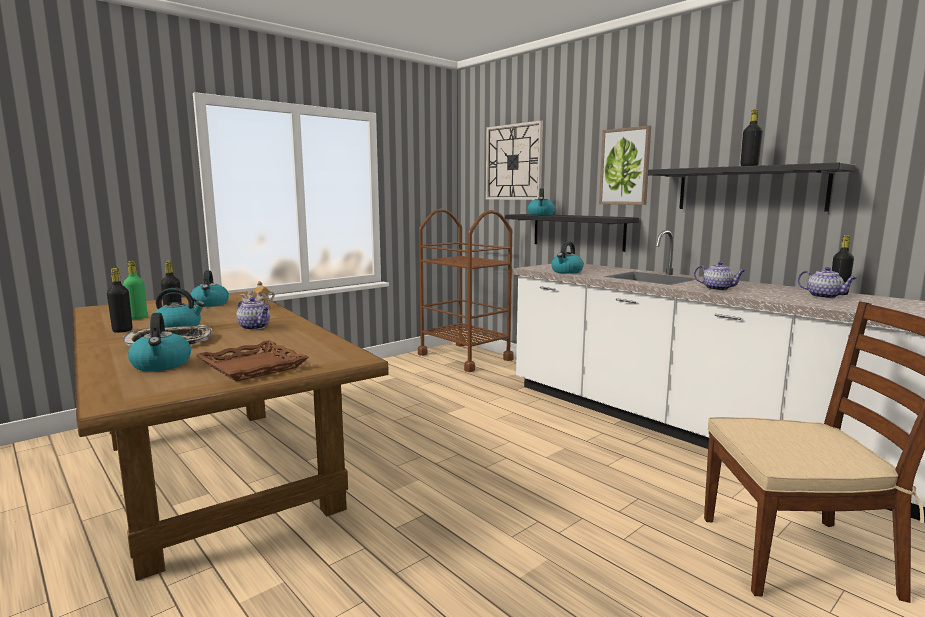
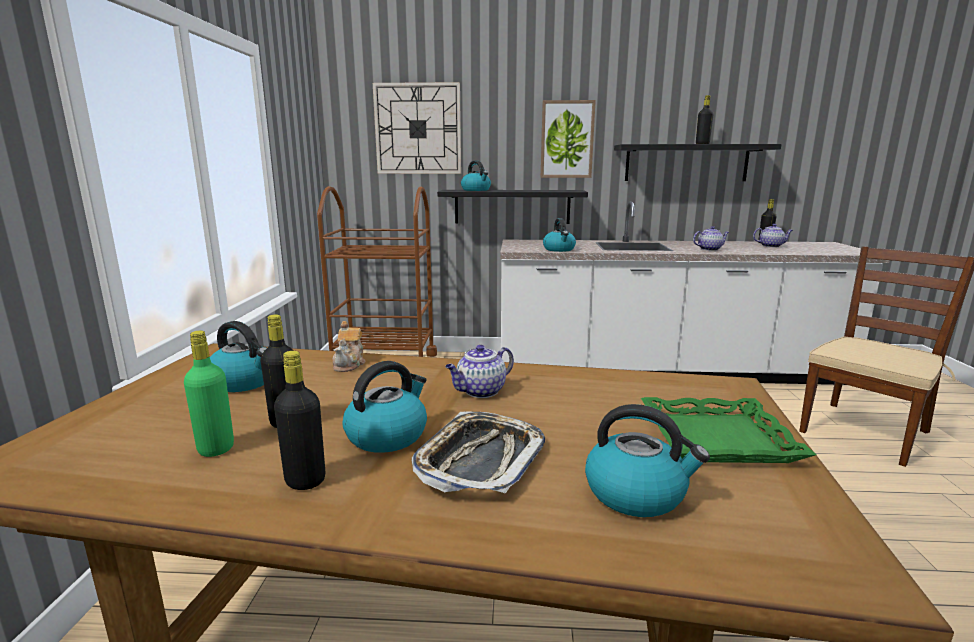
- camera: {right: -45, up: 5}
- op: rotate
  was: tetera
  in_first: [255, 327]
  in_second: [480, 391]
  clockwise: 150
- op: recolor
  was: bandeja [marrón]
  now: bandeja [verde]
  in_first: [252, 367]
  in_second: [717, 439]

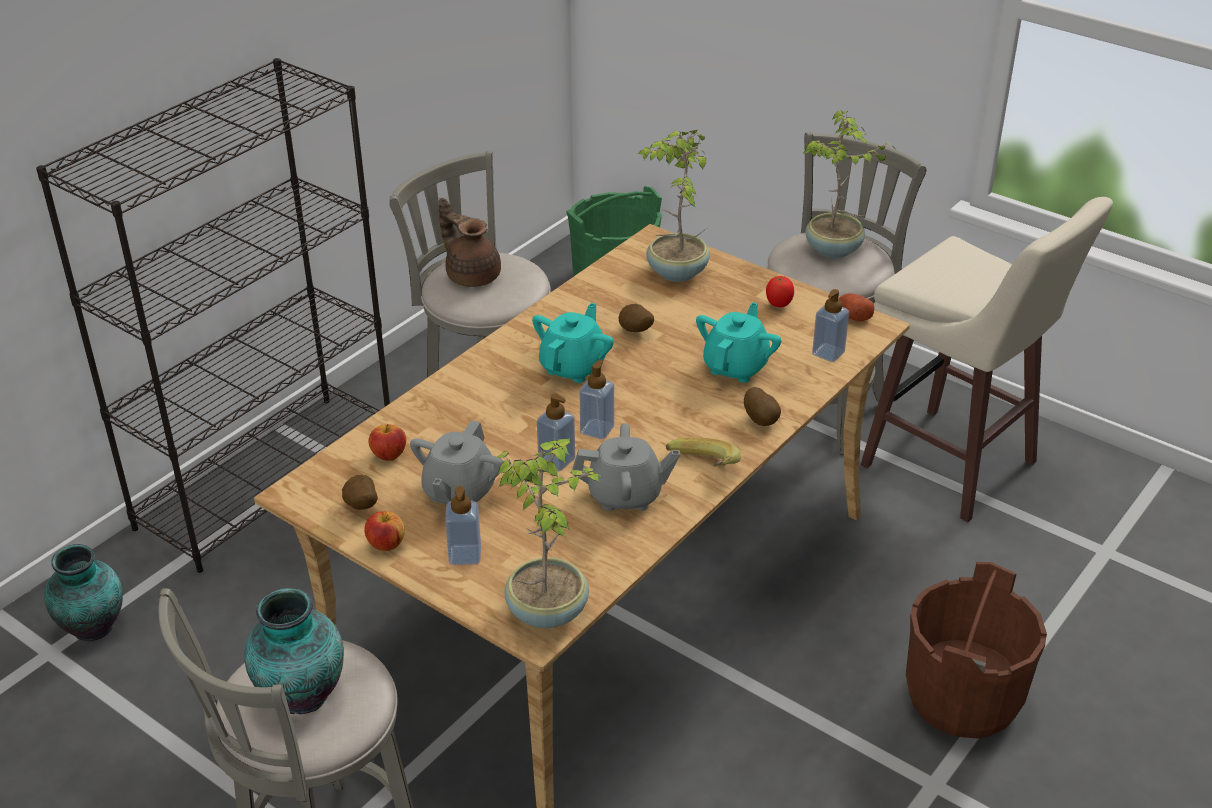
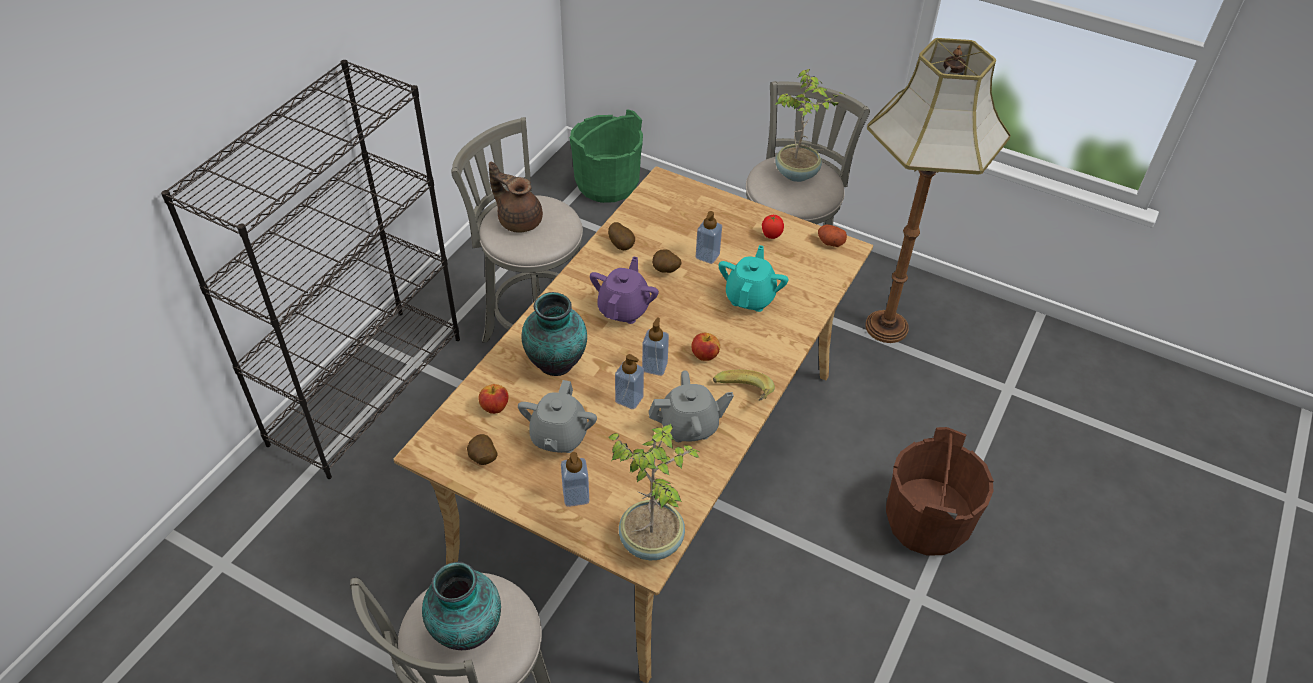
- camera: {right: -10, up: 10}
- op: delete
  was: planta en maceta
  in_first: [675, 273]
- op: replace
  was: taburete [beis]
  now: lámpara de pie
  in_first: [952, 467]
  in_second: [888, 328]
- op: move
  was: dispensador de jabón
  in_first: [828, 353]
  in_second: [707, 256]
- op: recolor
  was: tetera [turquesa]
  now: tetera [morado]
  in_first: [573, 367]
  in_second: [624, 309]
- op: move
  was: patata
  in_first: [762, 420]
  in_second: [622, 245]
- op: move
  was: manzana
  in_first: [386, 544]
  in_second: [704, 355]
- op: move
  was: florero
  in_first: [94, 628]
  in_second: [557, 364]

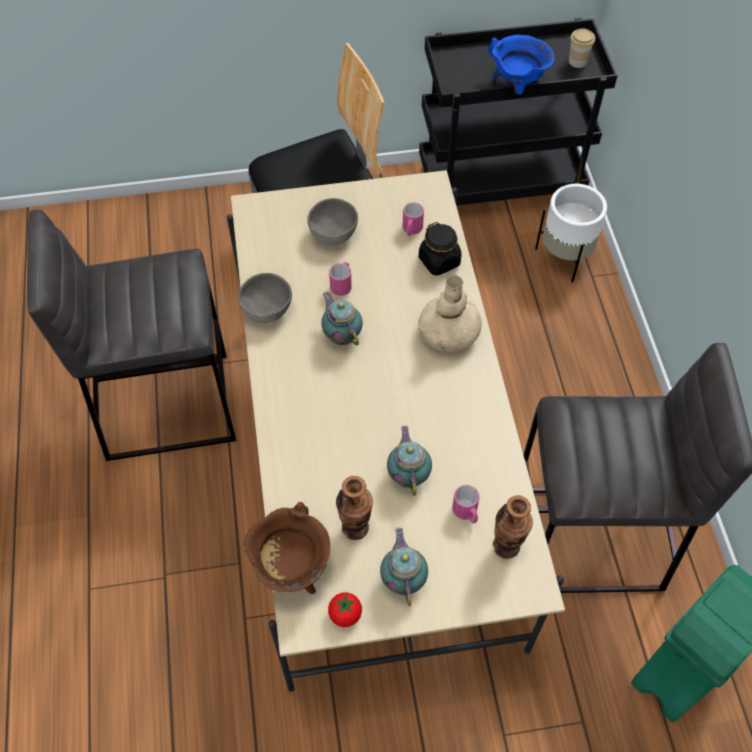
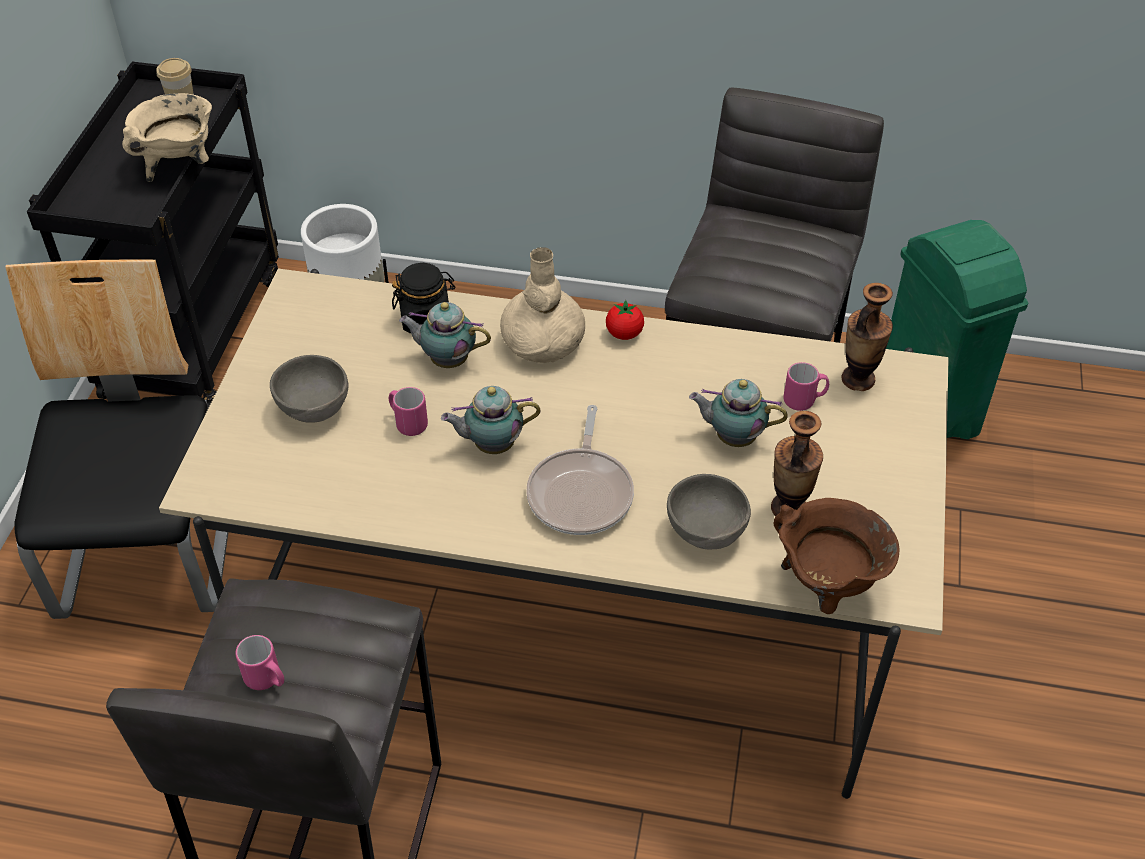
- camera: {right: -70, up: -10}
- op: recolor
  was: olla [azul]
  now: olla [beis]
  in_first: [517, 86]
  in_second: [180, 166]
- op: move
  was: taza grande [rosa]
  in_first: [411, 230]
  in_second: [267, 680]
- op: move
  was: cuenco [gris]
  in_first: [266, 310]
  in_second: [705, 533]
- op: move
  was: tetera
  in_first: [403, 578]
  in_second: [447, 360]
- op: move
  was: tomate
  in_first: [345, 614]
  in_second: [624, 334]
- op: insert
  now: sartén
  in_second: [581, 492]

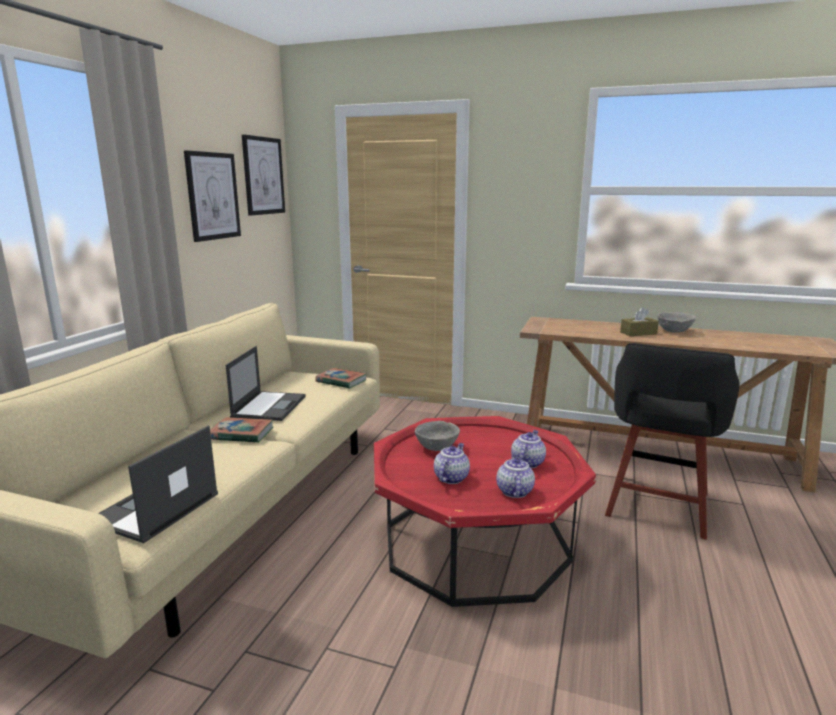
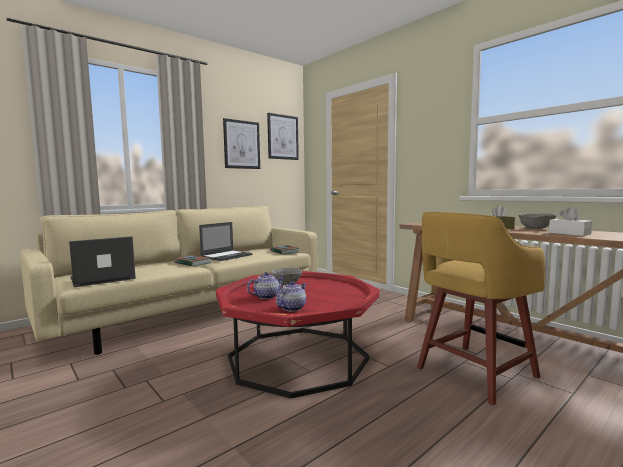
- camera: {right: 30, up: -10}
- op: recolor
  was: taburete [negro]
  now: taburete [amarillo]
  in_first: [656, 506]
  in_second: [473, 373]
- op: delete
  was: tetera
  in_first: [527, 462]
- op: insert
  now: caja de pañuelos [blanco]
  in_second: [569, 233]

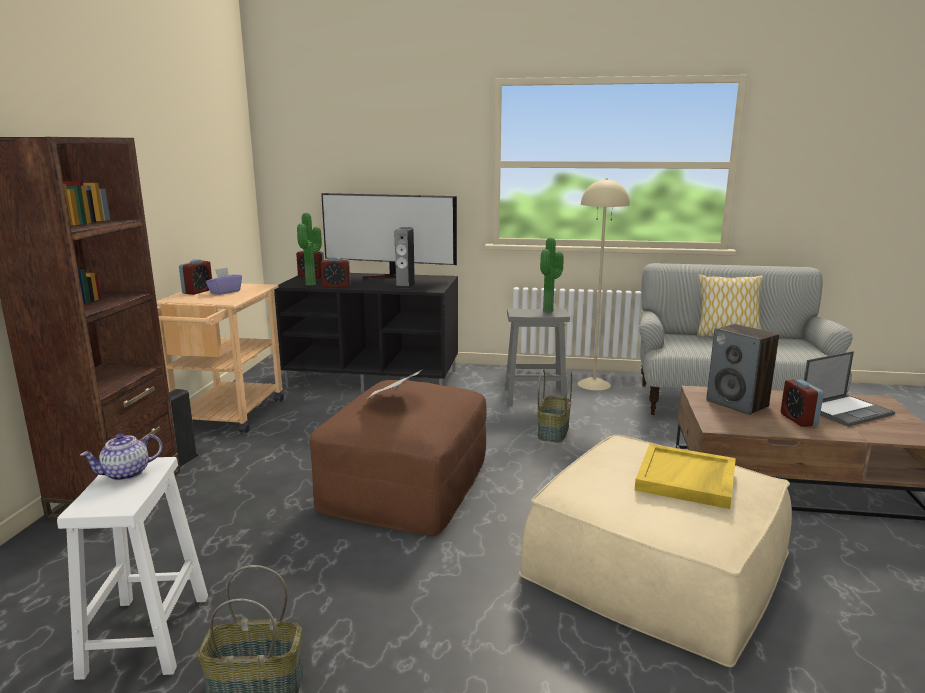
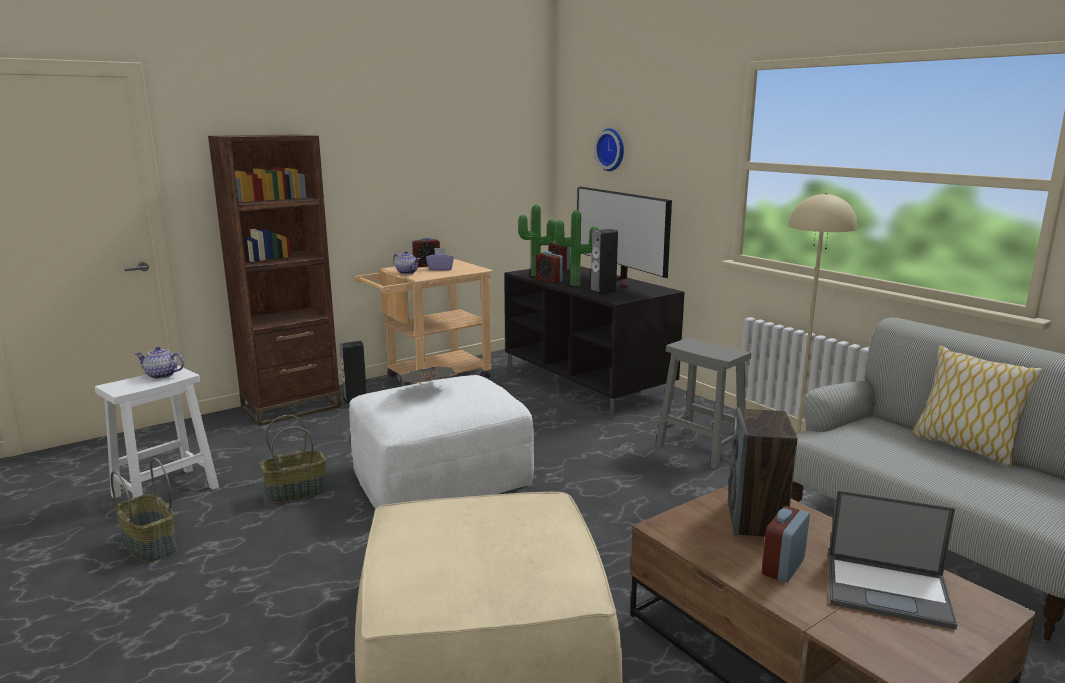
- camera: {right: 45, up: 0}
- op: move
  was: planta en maceta
  in_first: [550, 311]
  in_second: [576, 285]
- op: move
  was: cesta
  in_first: [552, 432]
  in_second: [296, 492]
- op: recolor
  was: puf [marrón]
  now: puf [blanco]
  in_first: [405, 484]
  in_second: [441, 475]
- op: delete
  was: bandeja [amarillo]
  in_first: [686, 479]
- op: insert
  now: reloj de pared
  in_second: [612, 149]
- op: insert
  now: tetera
  in_second: [407, 272]

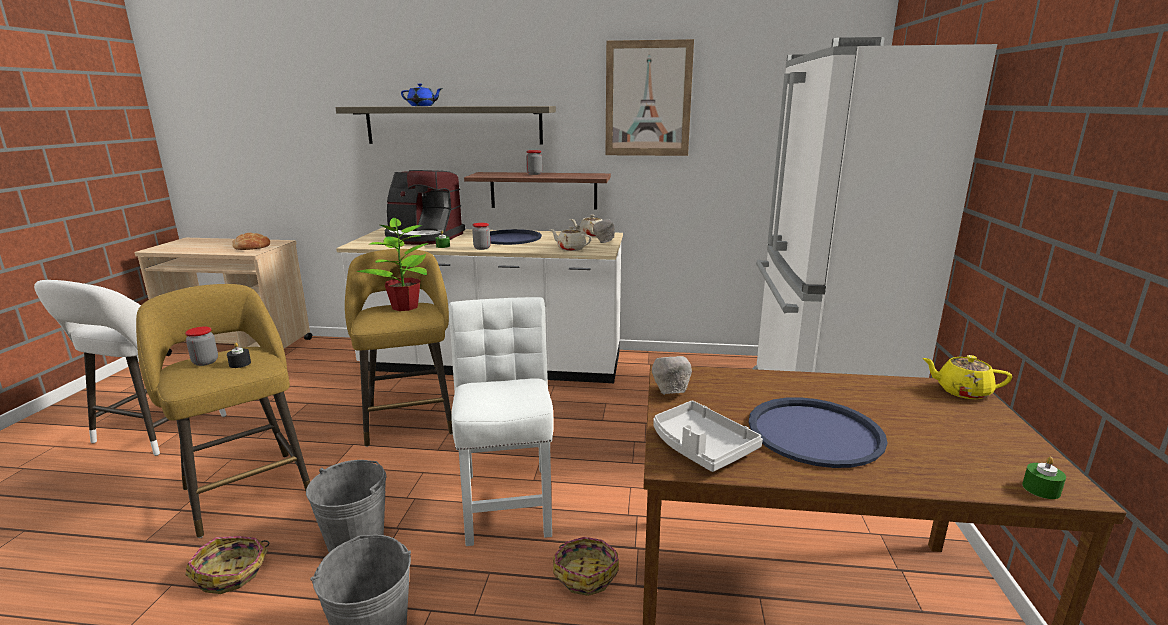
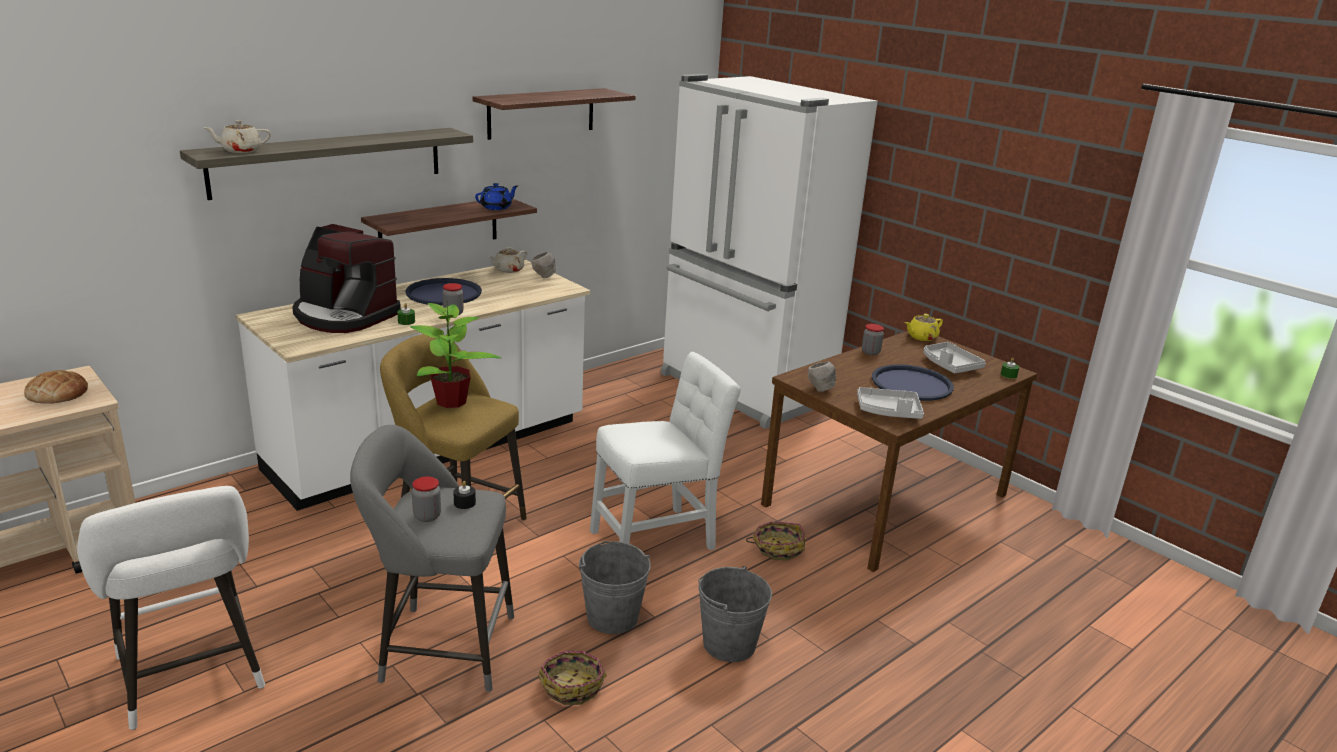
- camera: {right: -50, up: 5}
- op: replace
  was: cuadro
  now: estante
  in_first: [648, 99]
  in_second: [541, 113]
- op: move
  was: tetera [azul]
  in_first: [422, 106]
  in_second: [497, 207]
- op: move
  was: tarro
  in_first: [534, 174]
  in_second: [870, 352]
- op: rotate
  was: cafetera
  in_first: [423, 237]
  in_second: [344, 316]
  clockwise: 60
- op: move
  was: tetera [beis]
  in_first: [571, 249]
  in_second: [240, 150]
- op: recolor
  was: taburete [amarillo]
  now: taburete [gris]
  in_first: [246, 488]
  in_second: [440, 648]
- op: rotate
  was: silla [blanco]
  in_first: [507, 498]
  in_second: [658, 537]
  clockwise: 120
- op: insert
  now: bandeja [gris]
  in_second: [950, 365]

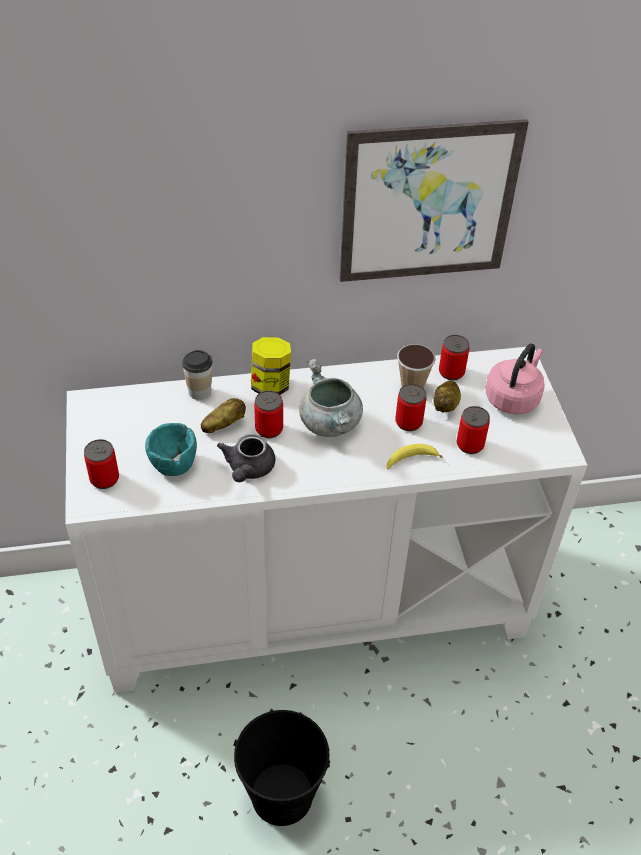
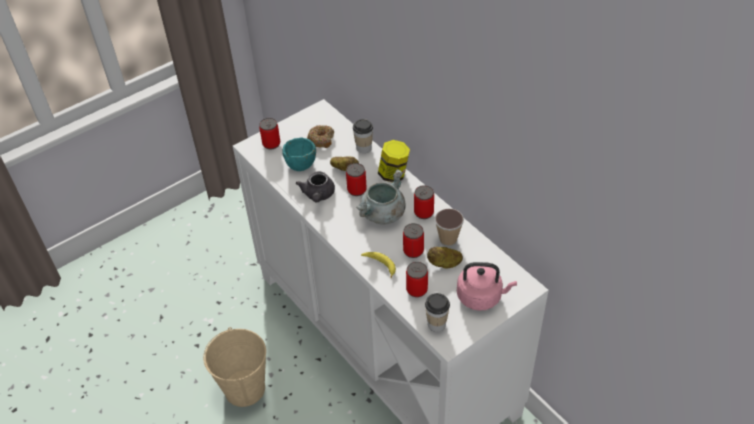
- camera: {right: 65, up: 0}
- op: delete
  was: cuadro
  in_first: [428, 203]
- op: move
  was: lata
  in_first: [451, 372]
  in_second: [424, 212]
- op: rotate
  was: tetera [gris]
  in_first: [248, 469]
  in_second: [318, 195]
  clockwise: -75
- op: recolor
  was: cubo [negro]
  now: cubo [beis]
  in_first: [282, 794]
  in_second: [245, 388]
- op: insert
  now: rosquilla
  in_second: [321, 140]
- op: insert
  now: taza
  in_second: [436, 324]

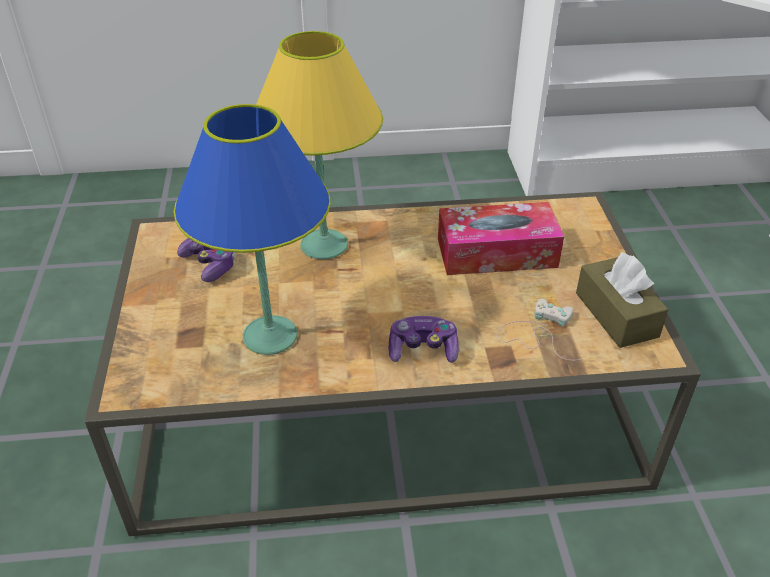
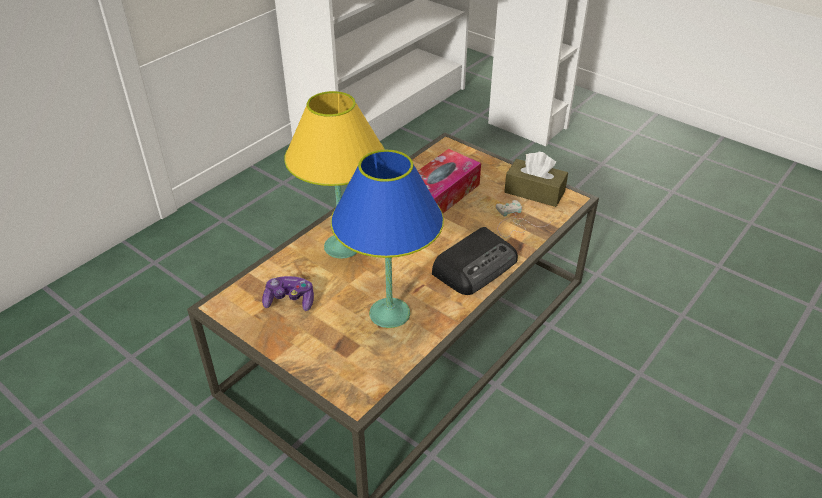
- camera: {right: -45, up: 0}
- op: replace
  was: mando de consola
  now: radio
  in_first: [423, 349]
  in_second: [476, 266]

